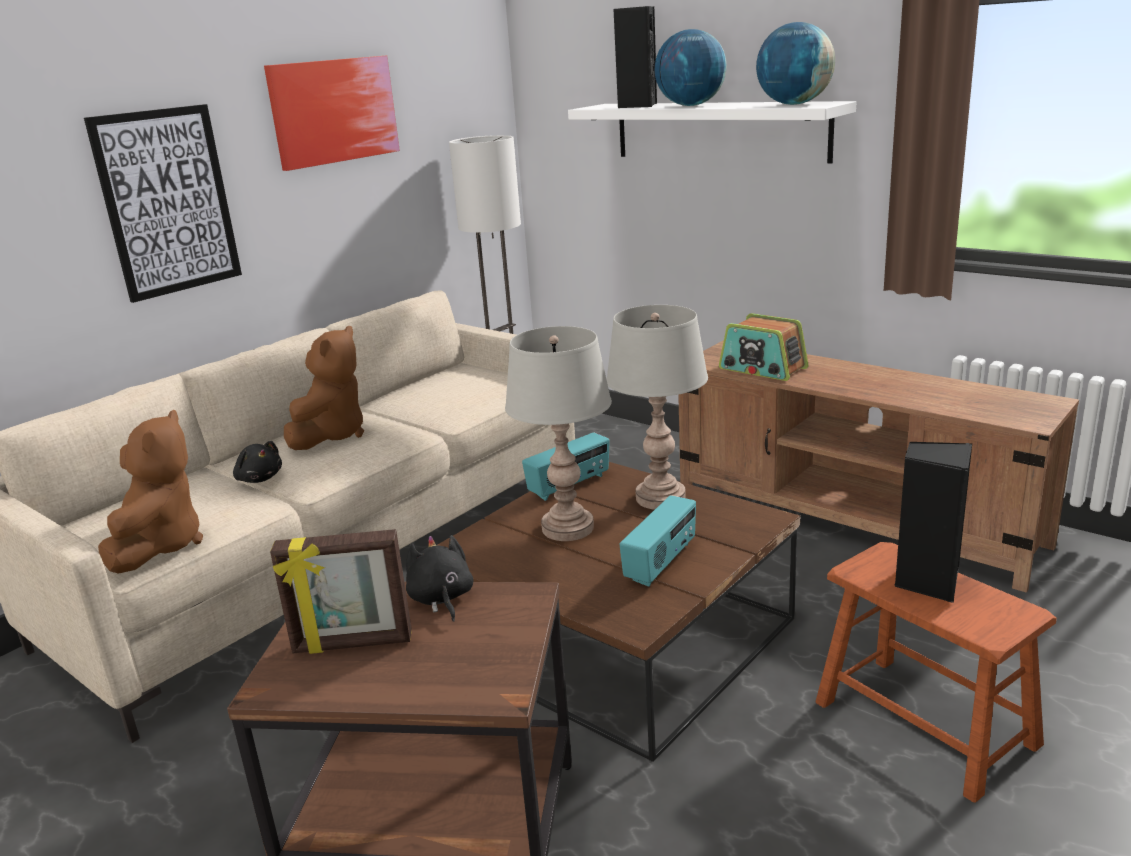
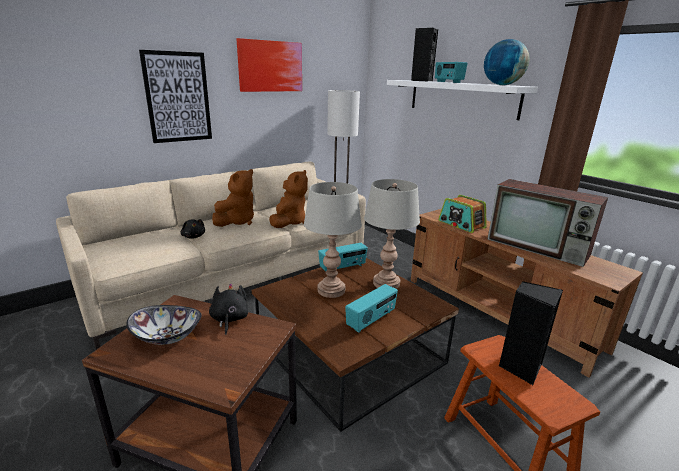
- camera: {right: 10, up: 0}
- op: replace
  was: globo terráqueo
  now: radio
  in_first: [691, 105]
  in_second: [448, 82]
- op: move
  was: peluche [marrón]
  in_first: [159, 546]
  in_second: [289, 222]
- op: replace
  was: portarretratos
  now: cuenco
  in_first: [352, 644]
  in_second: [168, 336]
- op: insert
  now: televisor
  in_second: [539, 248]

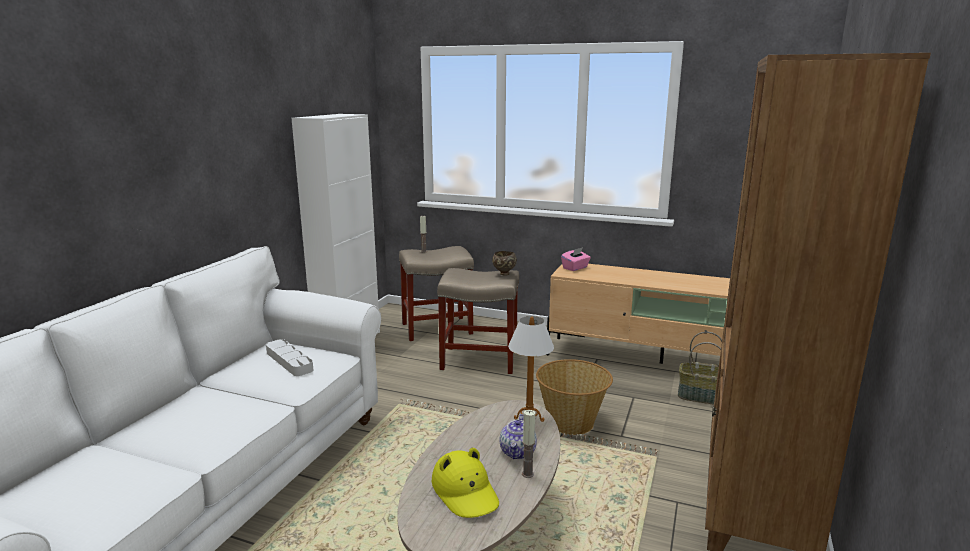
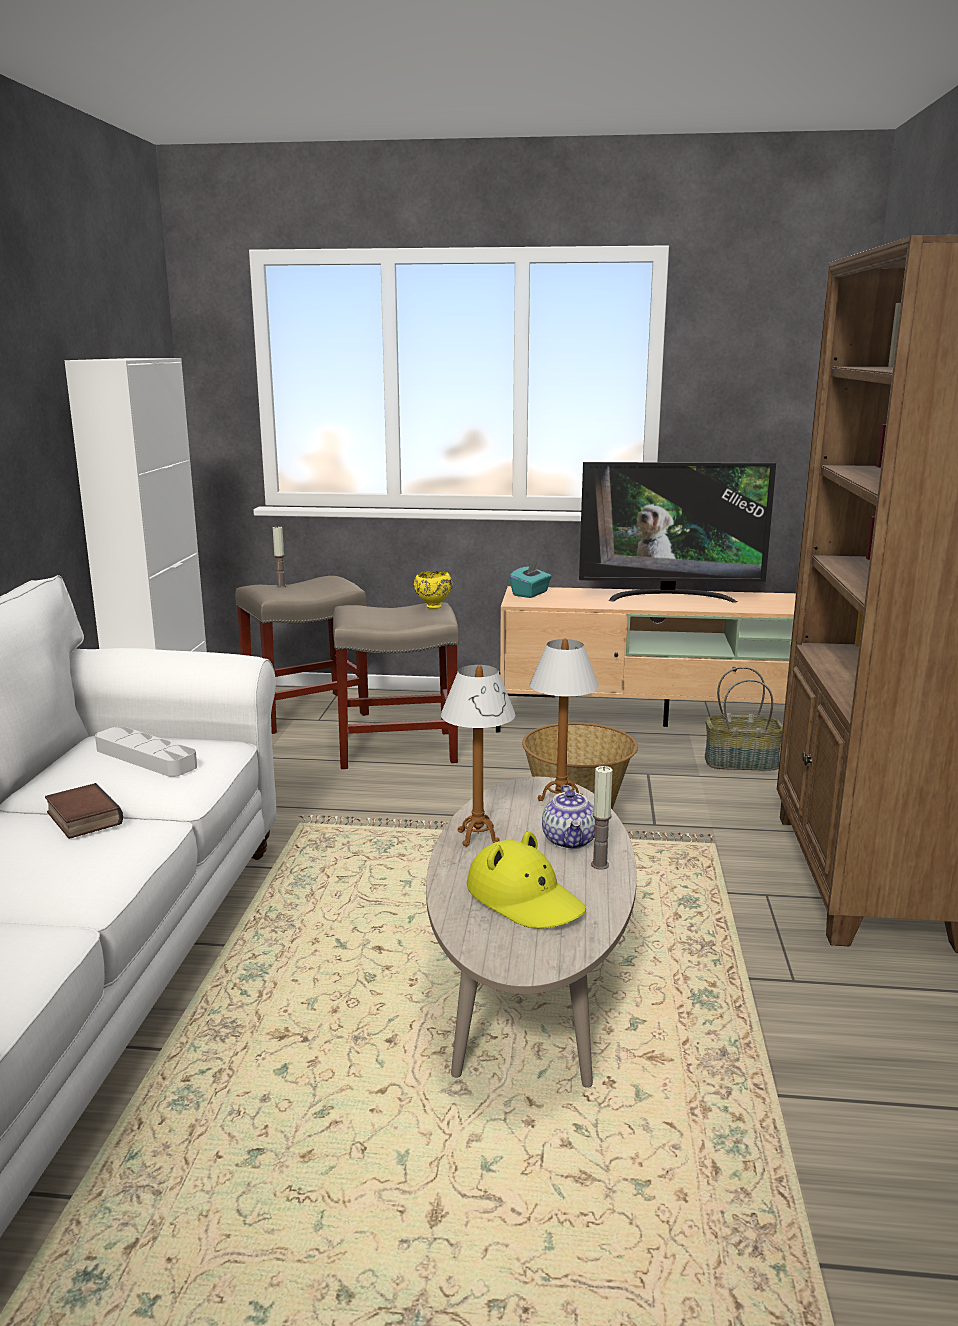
- camera: {right: -15, up: 0}
- op: recolor
  was: caja de pañuelos [rosa]
  now: caja de pañuelos [turquesa]
  in_first: [575, 268]
  in_second: [530, 594]
- op: recolor
  was: cuenco [marrón]
  now: cuenco [amarillo]
  in_first: [503, 274]
  in_second: [432, 607]
- op: insert
  now: televisor
  in_second: [669, 596]
- op: insert
  now: lámpara de mesa
  in_second: [478, 837]
- op: insert
  now: libro
  in_second: [81, 818]

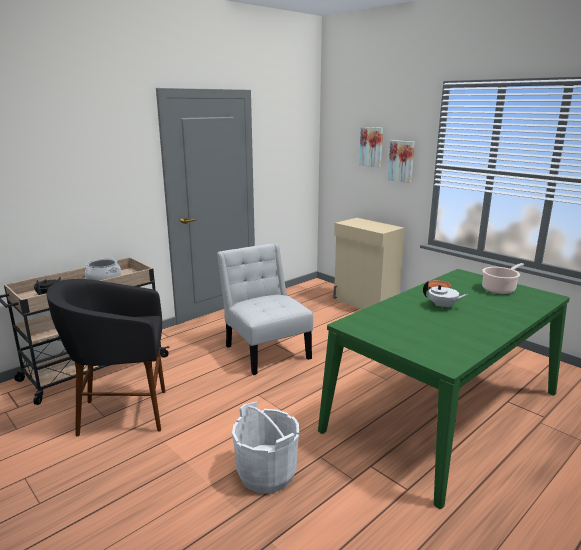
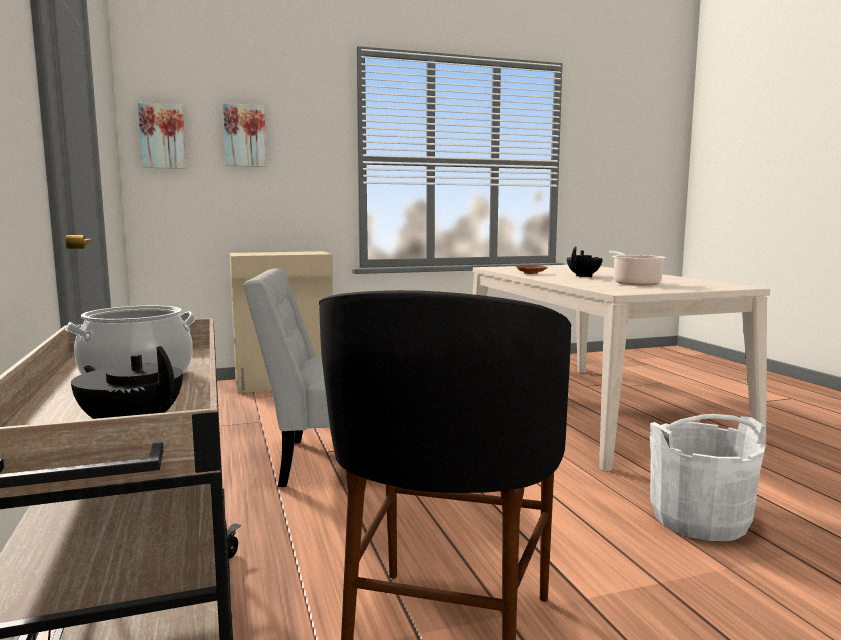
- camera: {right: -65, up: -10}
- op: move
  was: cuadro
  in_first: [401, 161]
  in_second: [162, 136]
- op: move
  was: olla
  in_first: [499, 289]
  in_second: [635, 283]
- op: recolor
  was: mesa de comedor [verde]
  now: mesa de comedor [beis]
  in_first: [444, 411]
  in_second: [590, 409]
- op: recolor
  was: tetera [blanco]
  now: tetera [negro]
  in_first: [442, 306]
  in_second: [584, 276]

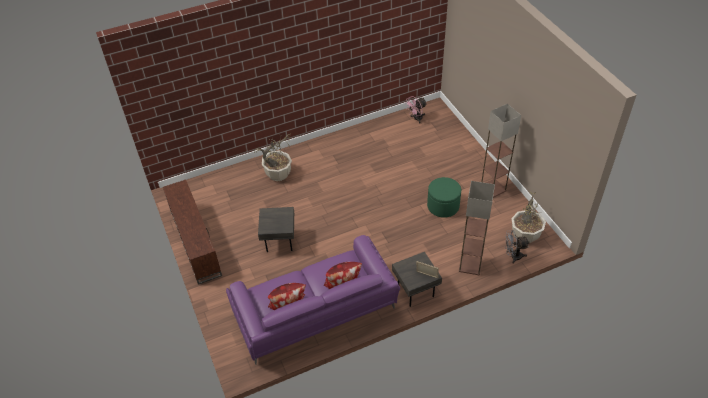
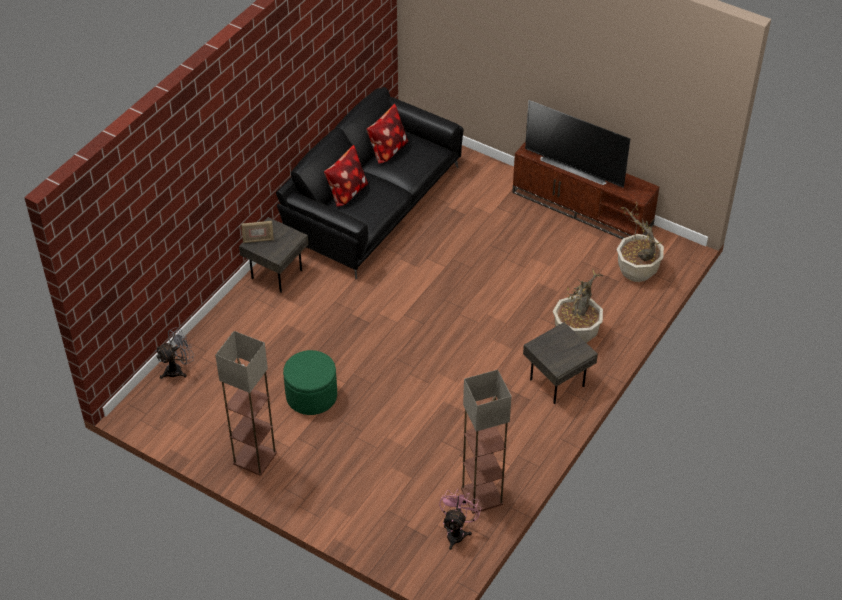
- camera: {right: 145, up: 0}
- op: move
  was: lámpara de pie
  in_first: [470, 265]
  in_second: [481, 496]
- op: move
  was: planta en maceta
  in_first: [525, 236]
  in_second: [637, 271]
- op: move
  was: mesa auxiliar [gris]
  in_first: [279, 242]
  in_second: [557, 381]
- op: recolor
  was: sofá [morado]
  now: sofá [negro]
  in_first: [315, 314]
  in_second: [373, 204]
- op: insert
  now: televisor
  in_second: [575, 167]

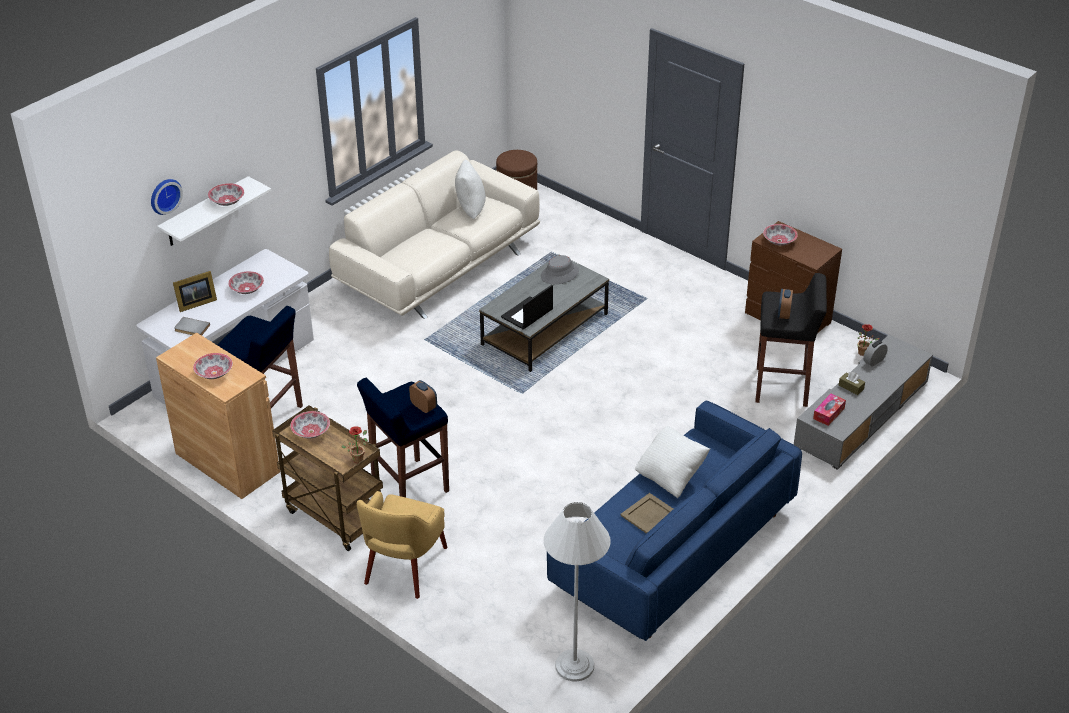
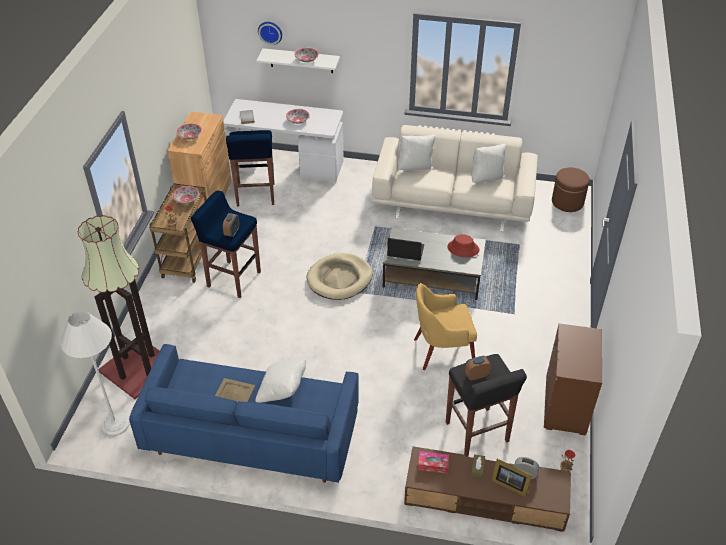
- camera: {right: 60, up: 5}
- op: delete
  was: cuenco
  in_first: [779, 241]
- op: recolor
  was: sombrero [gris]
  now: sombrero [rojo]
  in_first: [560, 274]
  in_second: [463, 249]
- op: move
  was: portarretratos
  in_first: [195, 303]
  in_second: [509, 484]
- op: recolor
  was: mueble de televisión [gris]
  now: mueble de televisión [marrón]
  in_first: [861, 414]
  in_second: [485, 497]
- op: move
  was: sillón [amarillo]
  in_first: [404, 567]
  in_second: [442, 350]
- op: insert
  now: cojín [blanco]
  in_second: [415, 167]
- op: insert
  now: lámpara de pie
  in_second: [139, 368]
- op: insert
  now: cama para perro [beis]
  in_second: [339, 279]

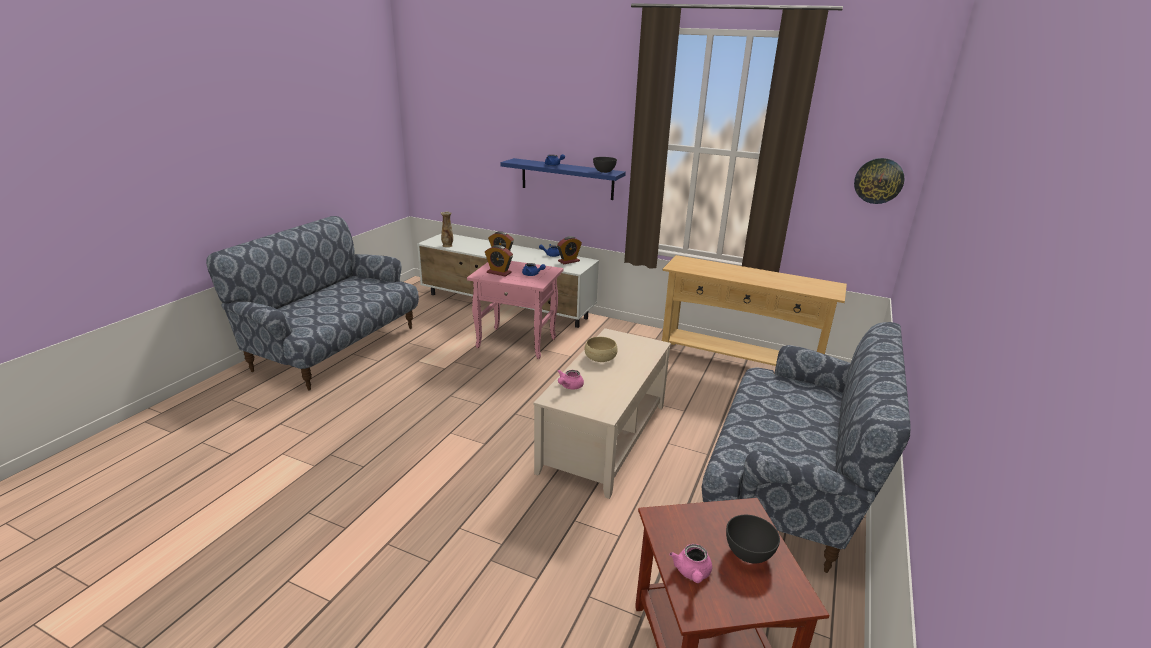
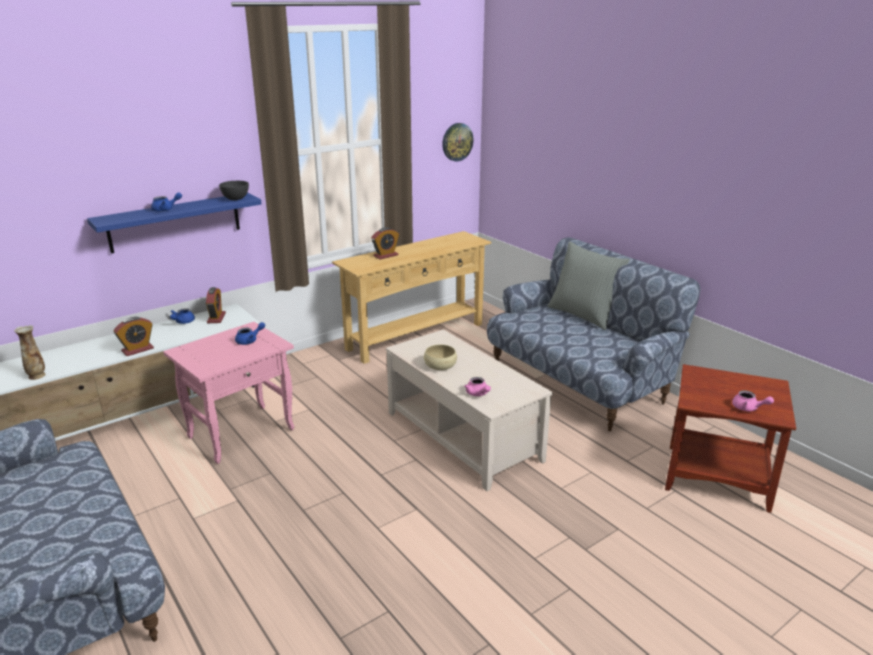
- camera: {right: -60, up: 0}
- op: move
  was: despertador
  in_first: [499, 273]
  in_second: [386, 255]
- op: delete
  was: cuenco [gris]
  in_first: [748, 553]
- op: insert
  now: cojín [gris]
  in_second: [583, 315]

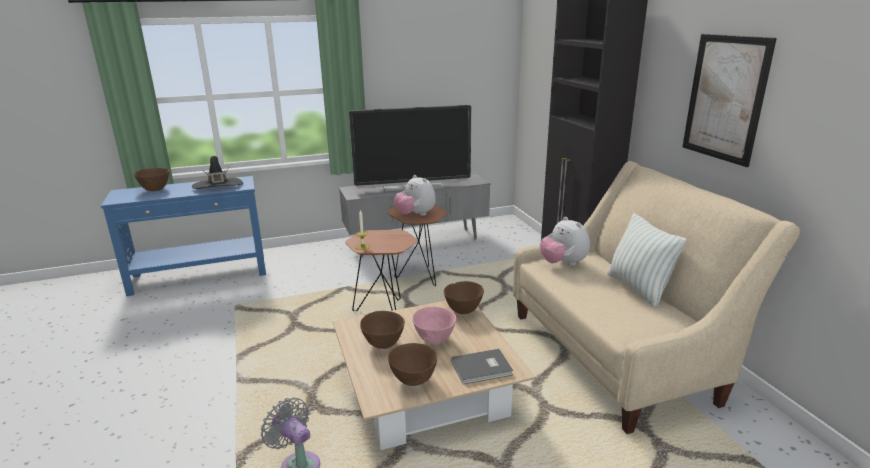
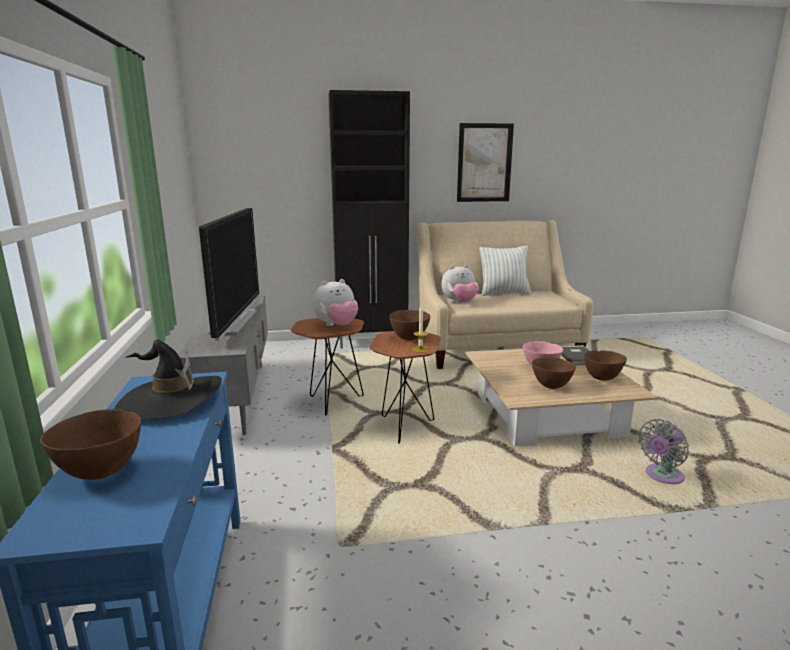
- camera: {right: -80, up: -5}
- op: move
  was: cuenco [marrón]
  in_first: [463, 311]
  in_second: [409, 338]

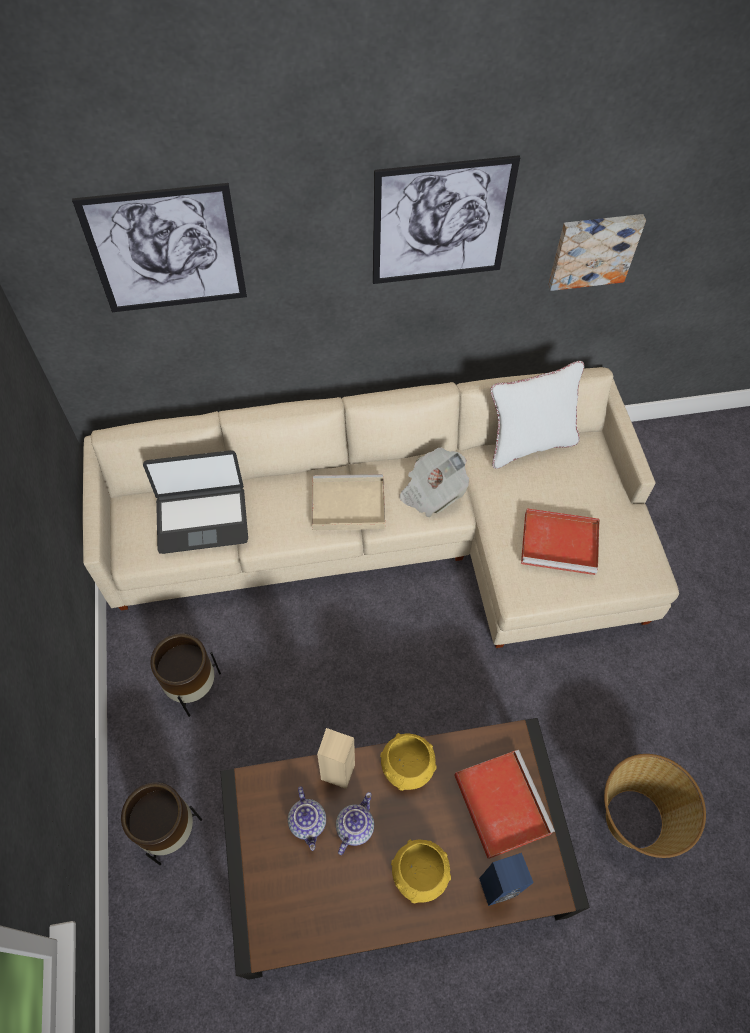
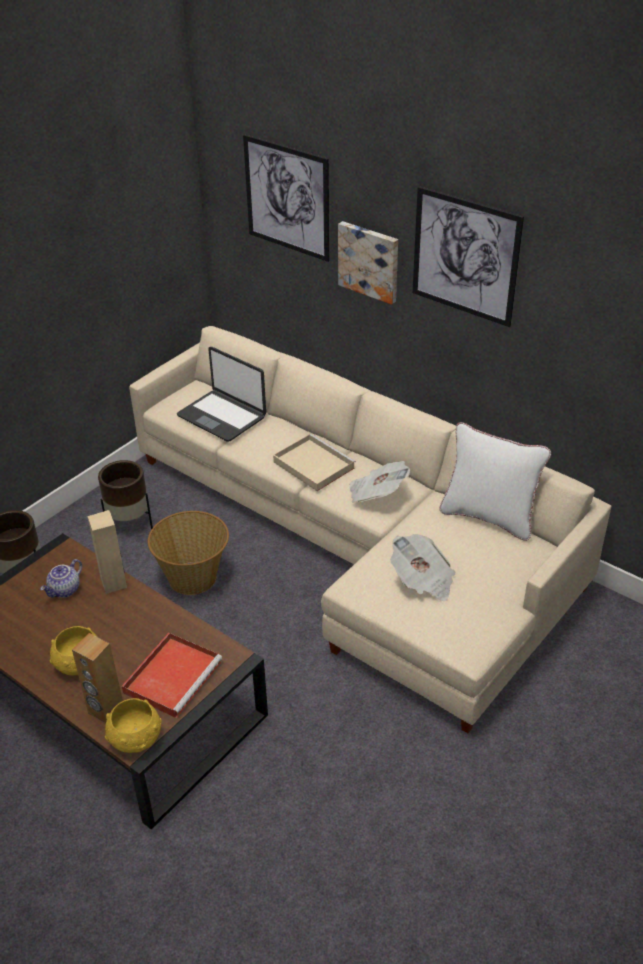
- camera: {right: 50, up: -20}
- op: move
  was: cuadro
  in_first: [593, 250]
  in_second: [369, 261]
- op: replace
  was: bandeja [rojo]
  now: periódico
  in_first: [561, 543]
  in_second: [422, 580]
- op: move
  was: cuenco [amarillo]
  in_first: [408, 766]
  in_second: [135, 739]
- op: move
  was: cesta
  in_first: [635, 818]
  in_second: [193, 578]
- op: delete
  was: tetera
  in_first: [354, 826]
- op: recolor
  was: altavoz [azul]
  now: altavoz [marrón]
  in_first: [497, 888]
  in_second: [106, 711]

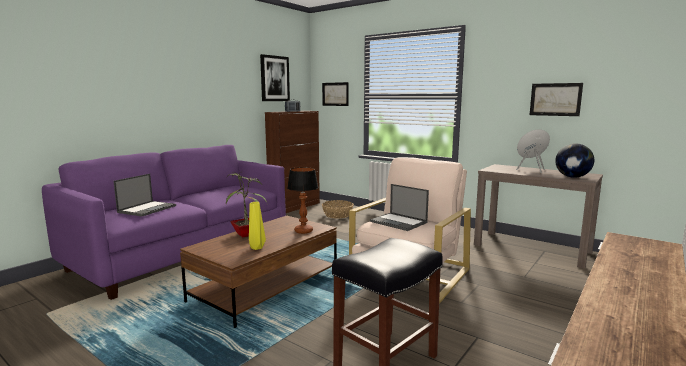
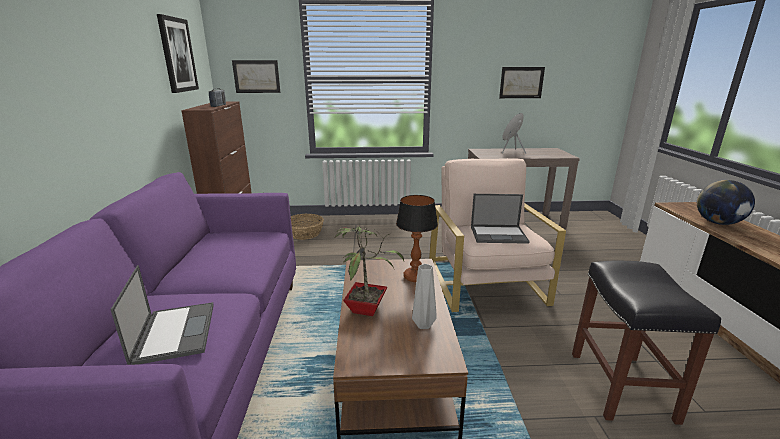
- camera: {right: -40, up: 10}
- op: move
  was: globo terráqueo
  in_first: [572, 177]
  in_second: [718, 223]
- op: recolor
  was: florero [amarillo]
  now: florero [gris]
  in_first: [257, 248]
  in_second: [424, 325]

